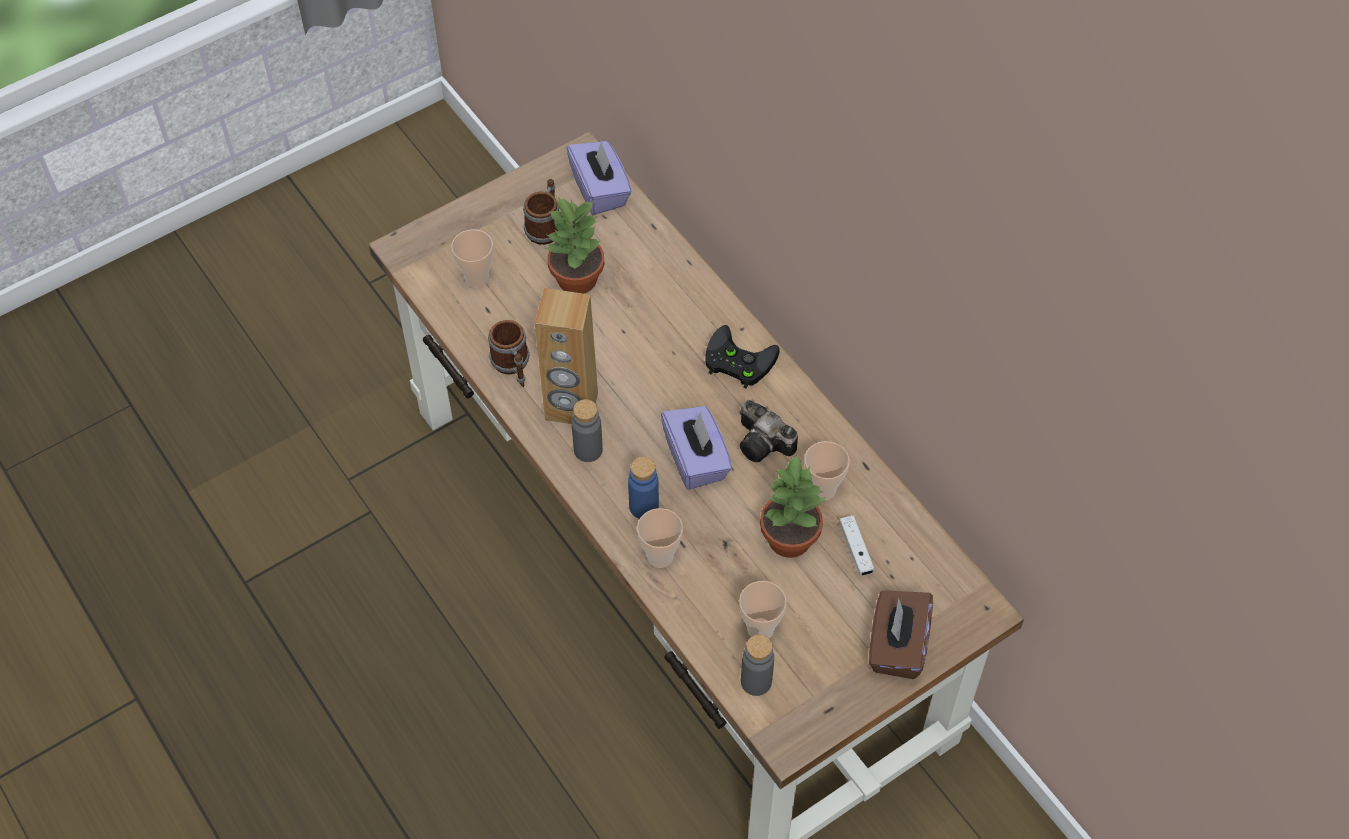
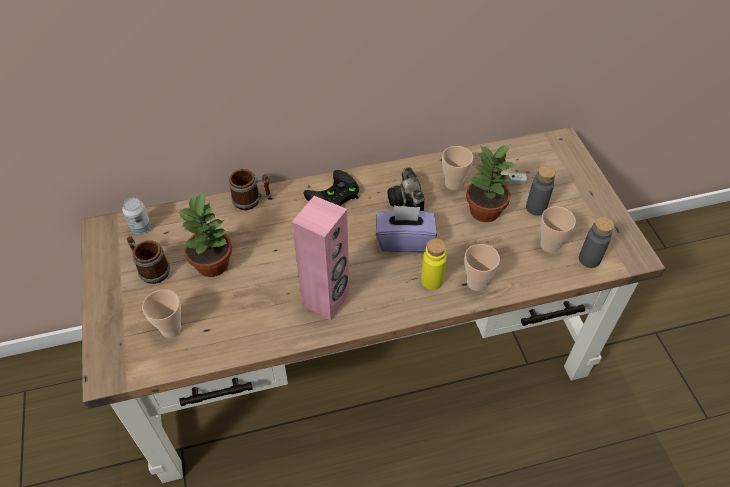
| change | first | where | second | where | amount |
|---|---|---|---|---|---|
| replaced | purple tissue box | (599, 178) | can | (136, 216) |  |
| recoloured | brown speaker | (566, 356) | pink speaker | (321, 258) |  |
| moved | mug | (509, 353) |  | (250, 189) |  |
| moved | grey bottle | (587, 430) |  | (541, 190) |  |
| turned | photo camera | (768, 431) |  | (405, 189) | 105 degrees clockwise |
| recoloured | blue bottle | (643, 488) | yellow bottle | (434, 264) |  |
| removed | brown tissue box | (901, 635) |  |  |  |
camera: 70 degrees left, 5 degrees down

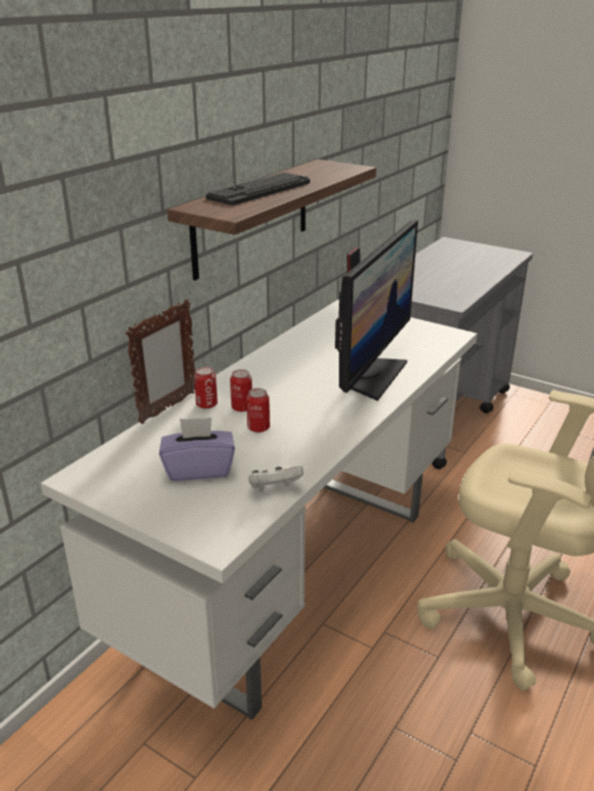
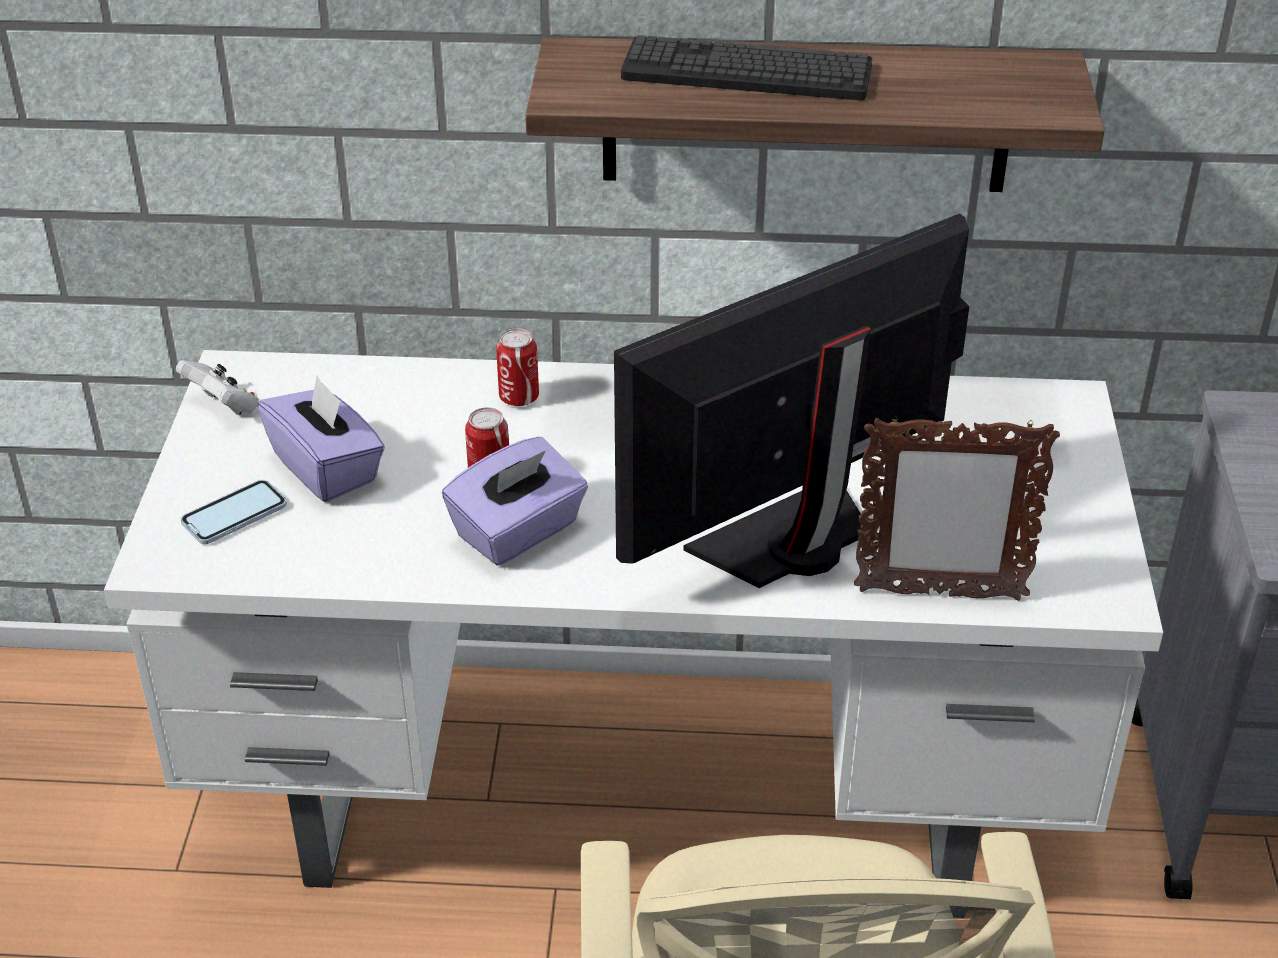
| change | first | where | second | where | amount |
|---|---|---|---|---|---|
| turned | monitor | (376, 310) |  | (791, 400) | 150 degrees clockwise |
| moved | picture frame | (161, 361) |  | (957, 508) |  |
| removed | can | (241, 390) |  |  |  |
| moved | white game controller | (276, 478) |  | (217, 387) |  |
| added |  |  | purple tissue box | (515, 501) |  |
| added |  |  | phone | (234, 512) |  |
camera: 60 degrees right, 10 degrees up

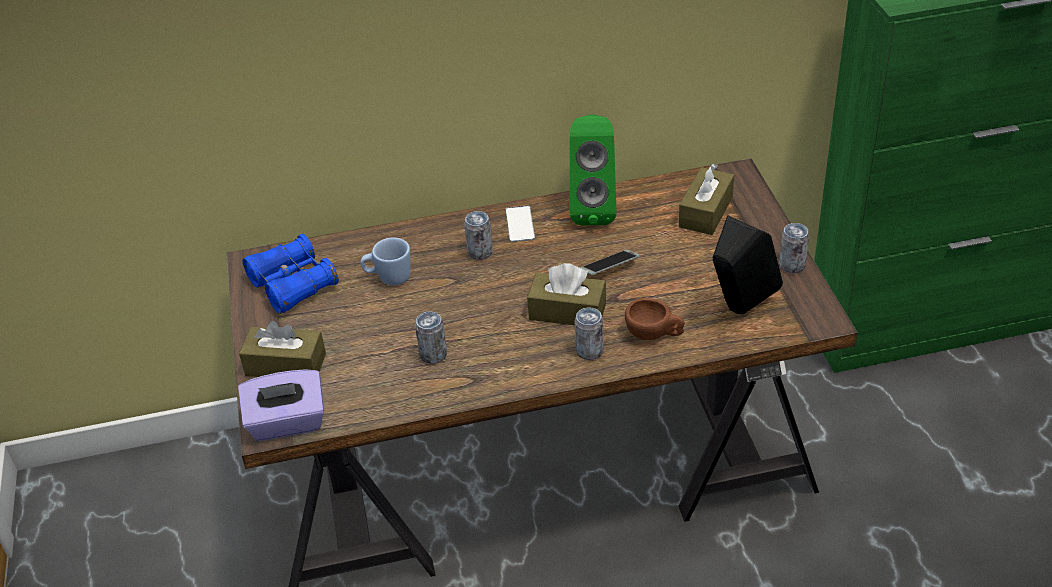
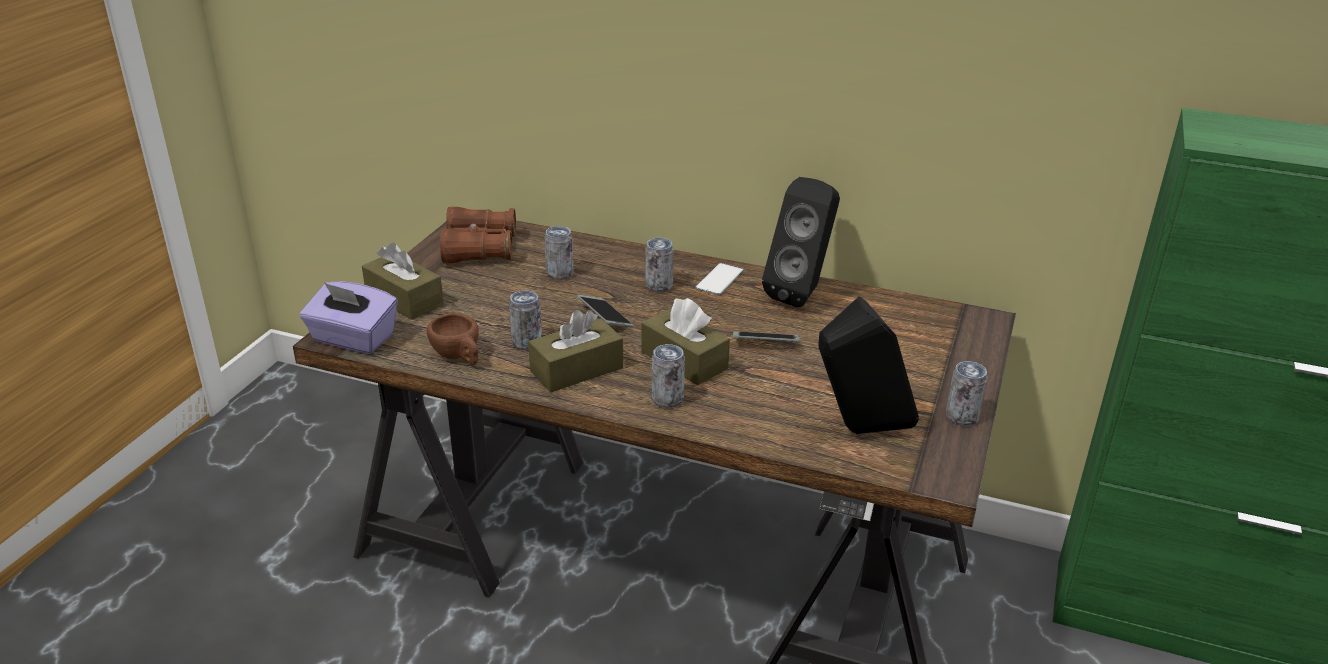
| change | first | where | second | where | amount |
|---|---|---|---|---|---|
| recoloured | green speaker | (593, 169) | black speaker | (801, 242) |  |
| moved | brown tissue box | (706, 199) |  | (575, 351) |  |
| recoloured | blue binoculars | (291, 274) | brown binoculars | (478, 235) |  |
| replaced | blue mug | (386, 261) | can | (559, 253) |  |
| moved | brown cup | (655, 319) |  | (453, 339) |  |
| added |  |  | phone | (605, 310) |  |
camera: 30 degrees right, 10 degrees down

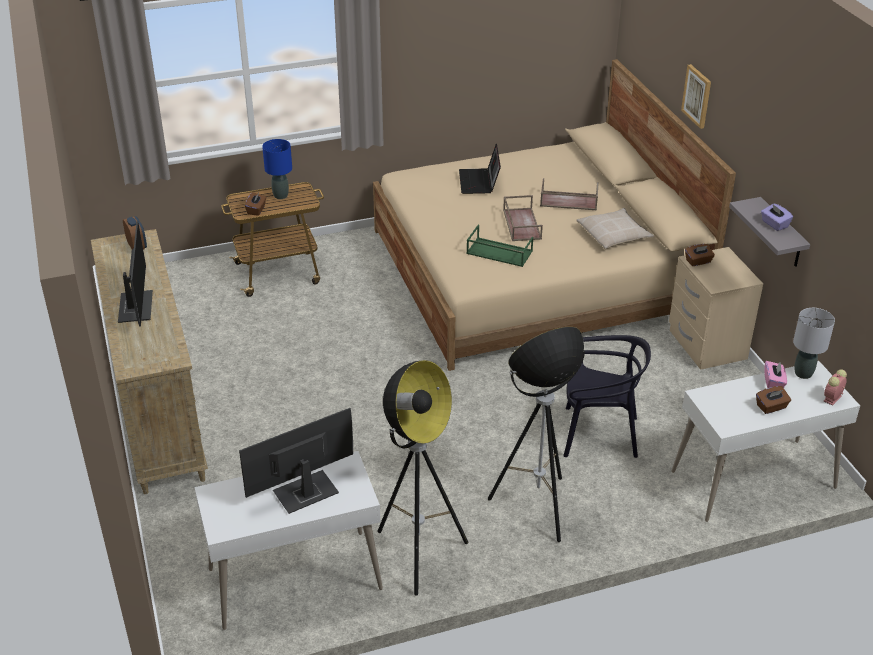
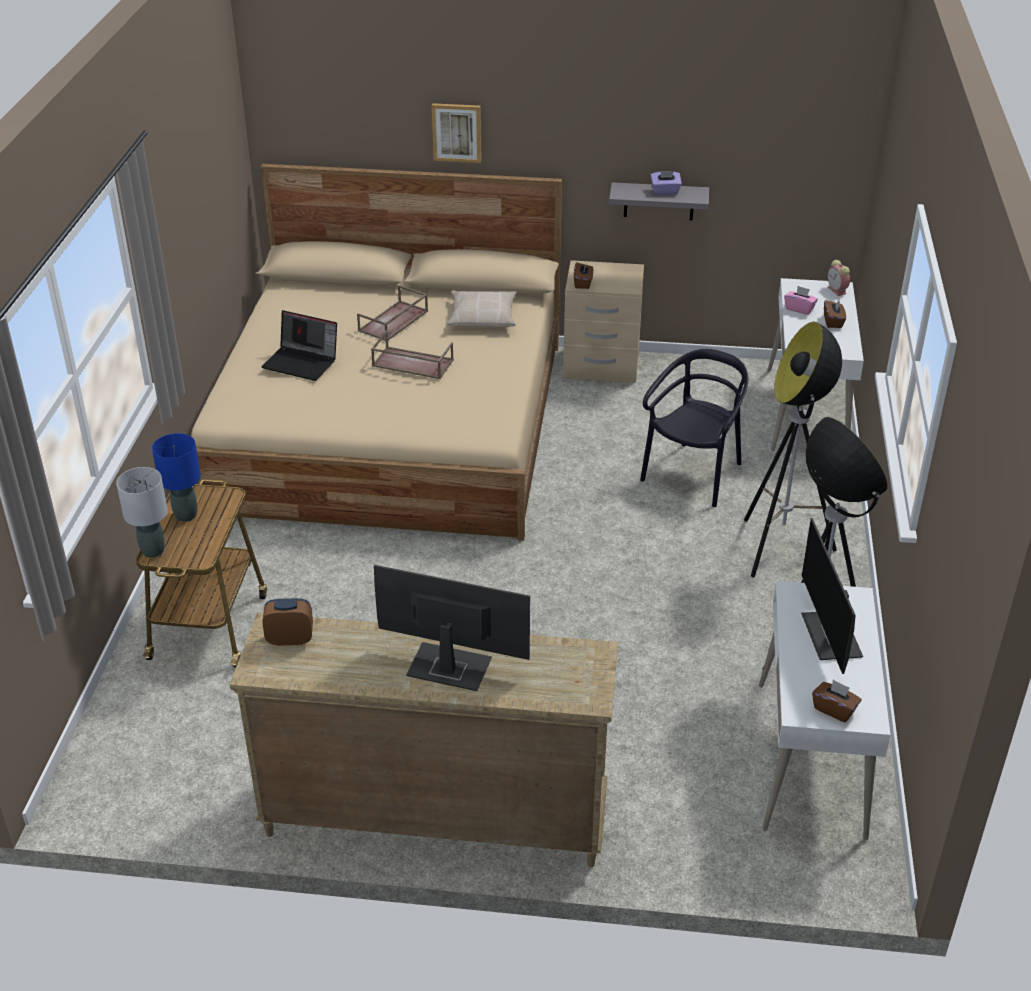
| change | first | where | second | where | amount |
|---|---|---|---|---|---|
| moved | brown tissue box | (255, 204) |  | (836, 700) |  |
| removed | green tray | (499, 246) |  |  |  |
| moved | grey table lamp | (814, 343) |  | (142, 512) |  |
camera: 65 degrees left, 0 degrees up

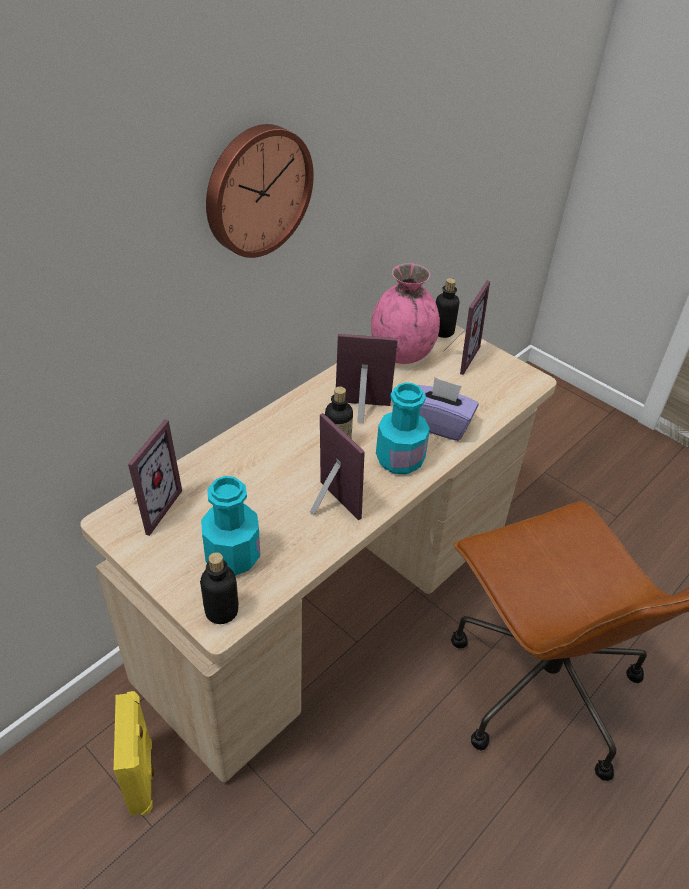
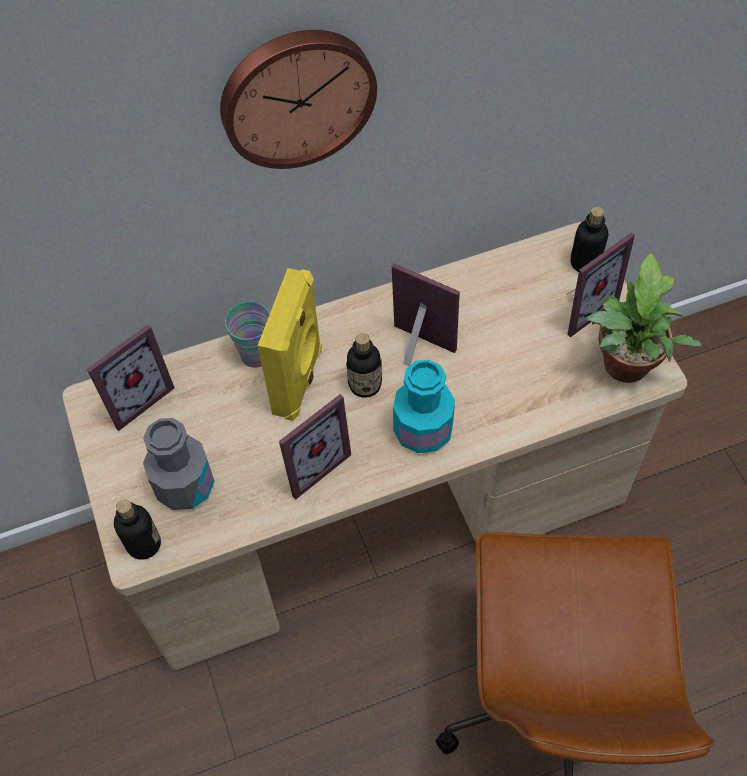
| change | first | where | second | where | amount |
|---|---|---|---|---|---|
| removed | pink vase | (405, 313) |  |  |  |
| removed | purple tissue box | (448, 409) |  |  |  |
| turned | picture frame | (337, 466) |  | (315, 447) | 60 degrees clockwise |
| recoloured | turquoise bottle | (230, 526) | grey bottle | (178, 464) |  |
| moved | yellow speaker | (134, 753) |  | (290, 344) |  |
| added |  |  | potted plant | (644, 317) |  |
| added |  |  | cup | (247, 335) |  |
camera: 30 degrees right, 15 degrees up

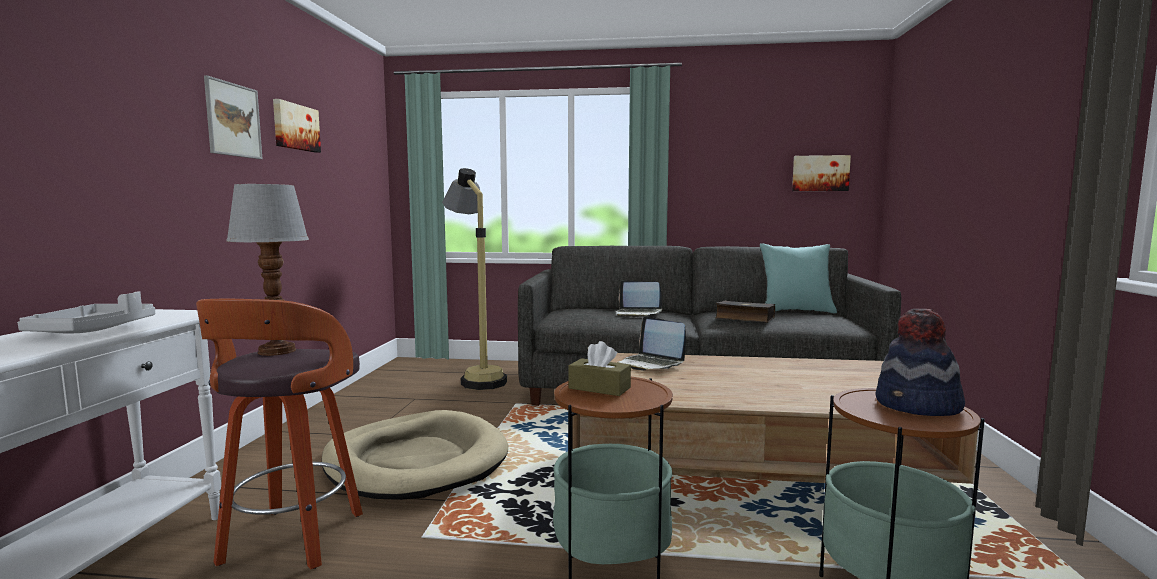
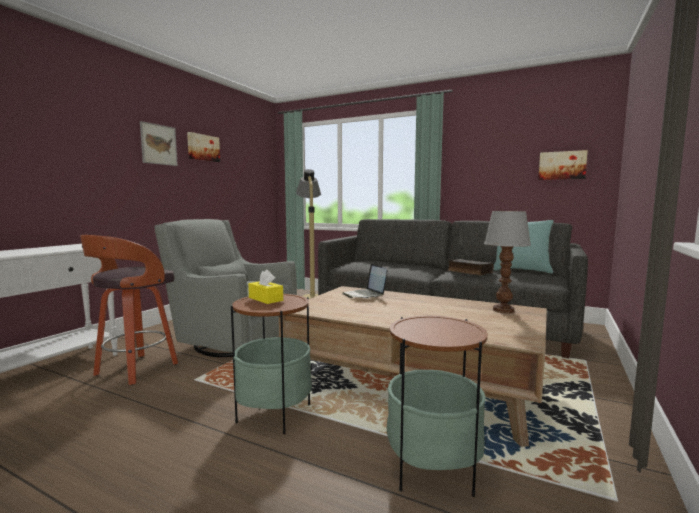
| change | first | where | second | where | amount |
|---|---|---|---|---|---|
| moved | table lamp | (267, 270) |  | (507, 262) |  |
| removed | laptop | (639, 298) |  |  |  |
| removed | grey tray | (86, 312) |  |  |  |
| removed | hat | (920, 362) |  |  |  |
| recoloured | brown tissue box | (600, 368) | yellow tissue box | (265, 287) |  |
| replaced | beige dog bed | (415, 455) | grey armchair | (226, 288) |  |
camera: 20 degrees right, 0 degrees up

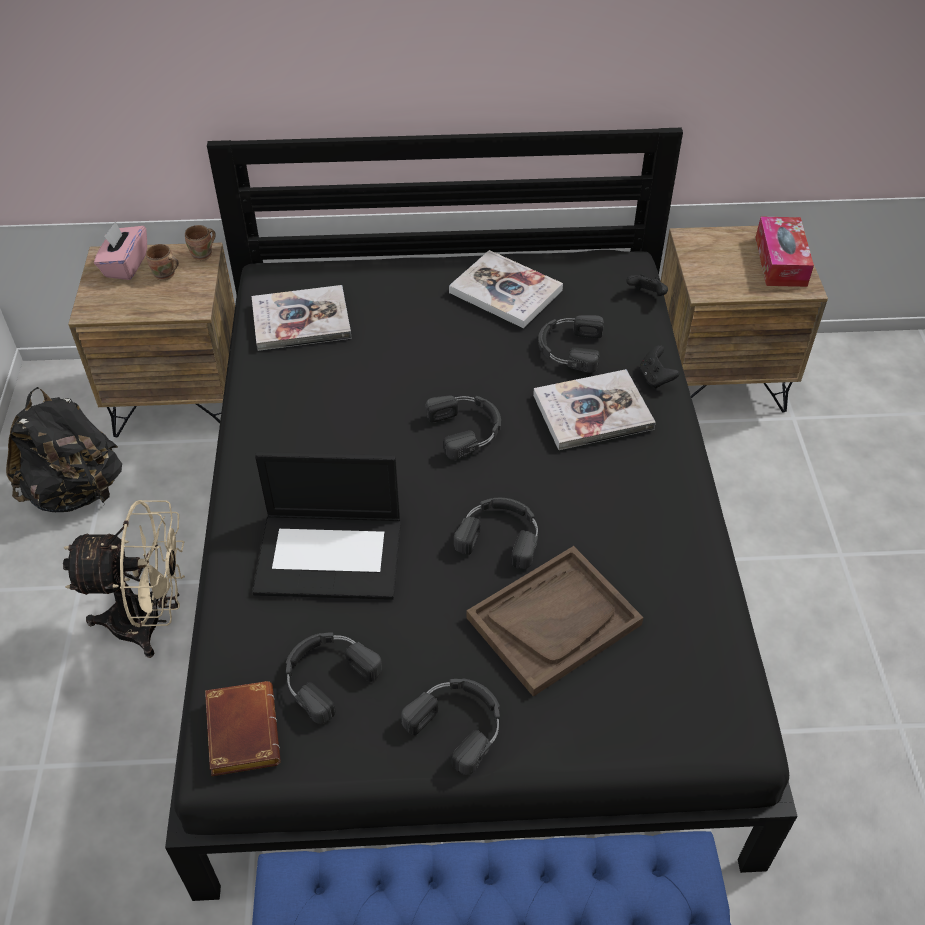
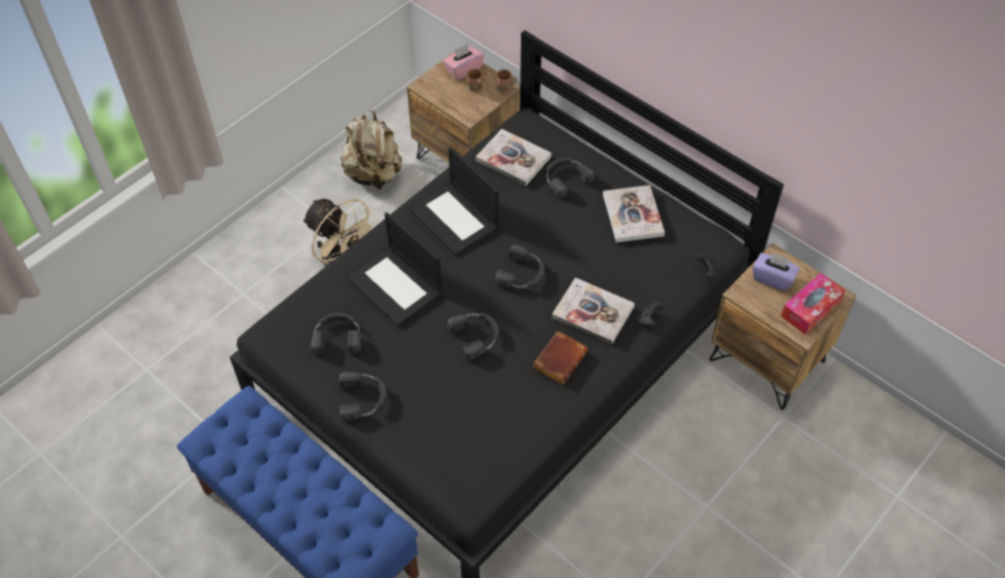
| change | first | where | second | where | amount |
|---|---|---|---|---|---|
| moved | black headphones | (571, 344) |  | (570, 178) |  |
| recoloured | black backpack | (64, 449) | beige backpack | (371, 150) |  |
| removed | brown tray | (555, 621) |  |  |  |
| moved | brown book | (243, 728) |  | (560, 358) |  |
| added |  |  | laptop | (454, 201) |  |
| added |  |  | purple tissue box | (776, 271) |  |
camera: 45 degrees right, 5 degrees up

